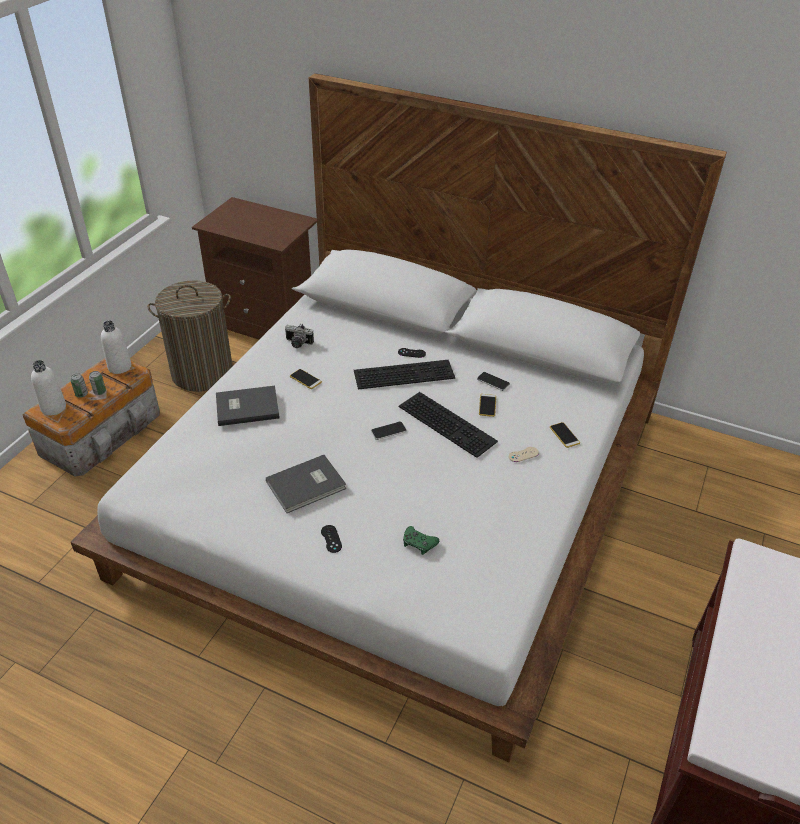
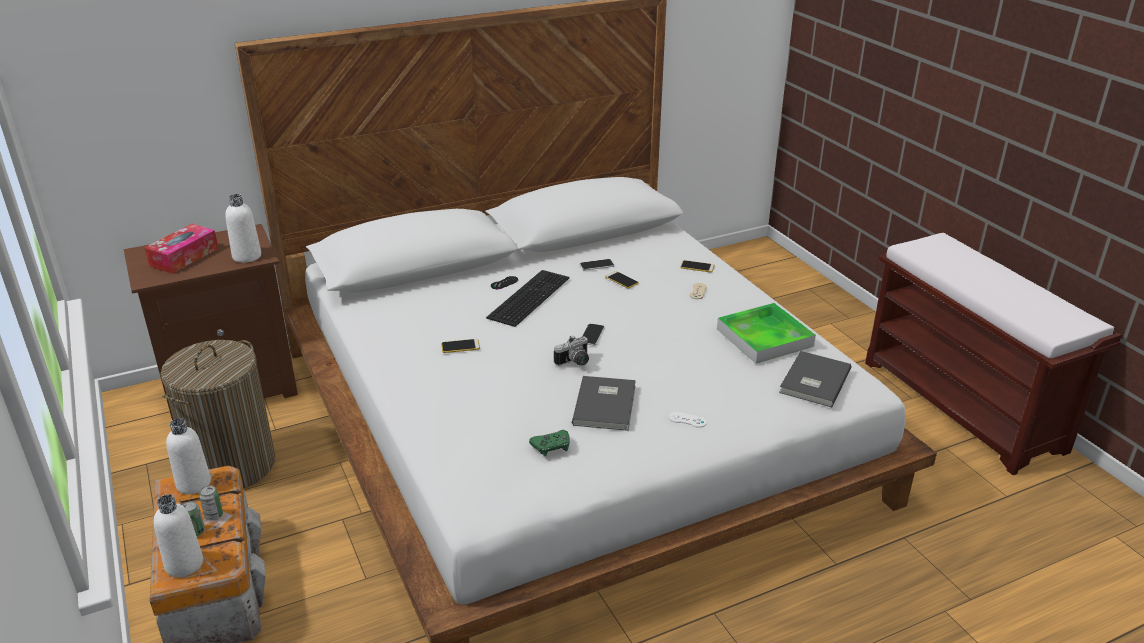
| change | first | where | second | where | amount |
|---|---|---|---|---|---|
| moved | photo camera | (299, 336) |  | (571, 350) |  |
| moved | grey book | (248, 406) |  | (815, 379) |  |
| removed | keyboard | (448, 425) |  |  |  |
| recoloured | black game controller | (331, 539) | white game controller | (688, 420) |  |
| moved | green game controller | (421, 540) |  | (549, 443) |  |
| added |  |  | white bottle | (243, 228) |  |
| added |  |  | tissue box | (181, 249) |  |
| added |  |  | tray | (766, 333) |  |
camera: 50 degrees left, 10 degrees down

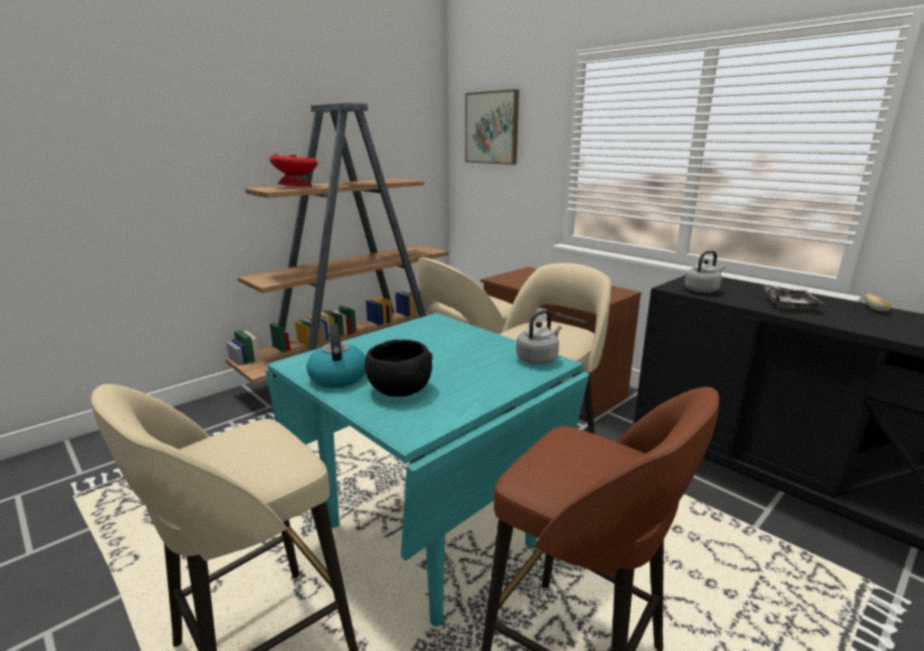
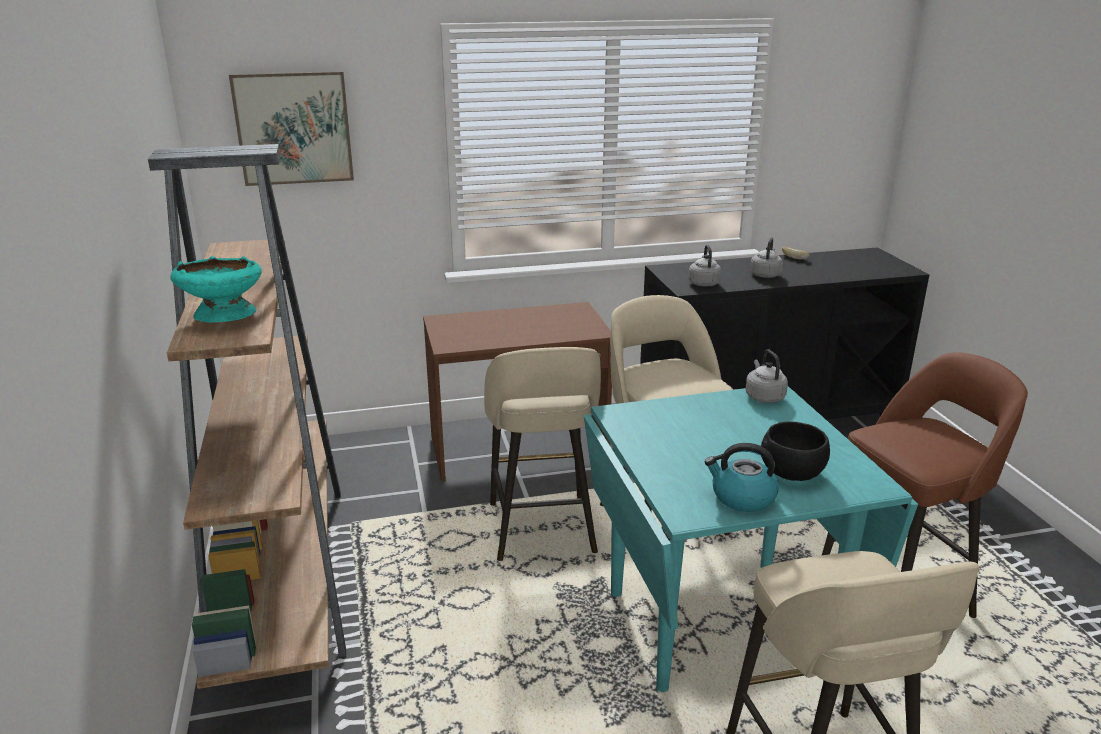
| change | first | where | second | where | amount |
|---|---|---|---|---|---|
| recoloured | red bowl | (294, 170) | turquoise bowl | (216, 289) |  |
| replaced | grey tray | (794, 298) | grey kettle | (766, 257) |  |
camera: 60 degrees left, 5 degrees up

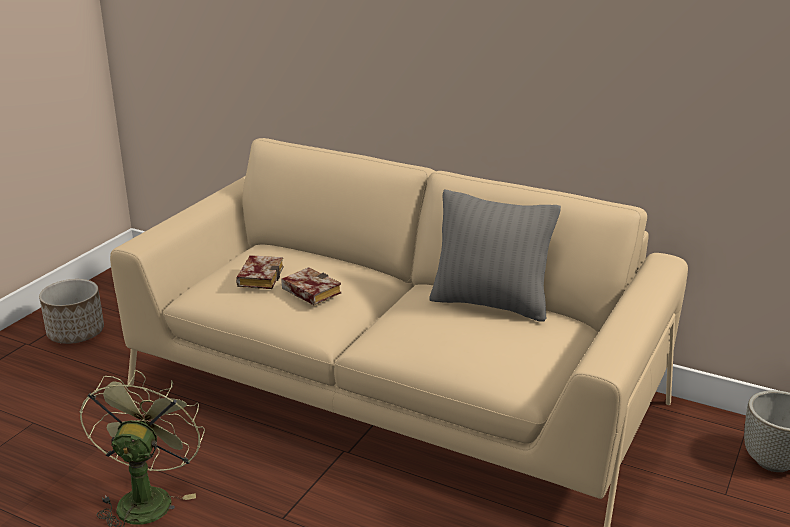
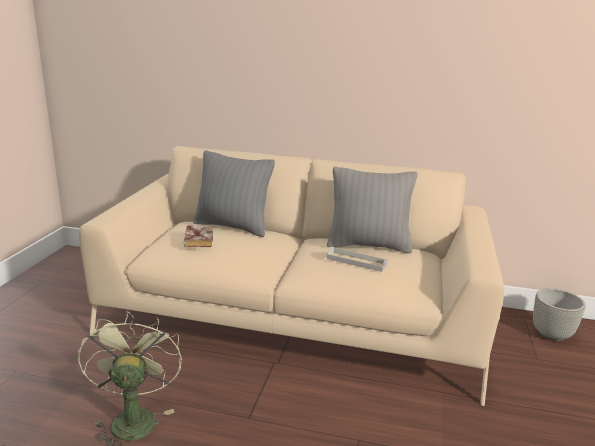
| change | first | where | second | where | amount |
|---|---|---|---|---|---|
| removed | book | (311, 286) |  |  |  |
| removed | planter | (71, 311) |  |  |  |
| added |  |  | grey pillow | (234, 193) |  |
| added |  |  | grey tray | (357, 259) |  |
camera: 15 degrees left, 5 degrees down

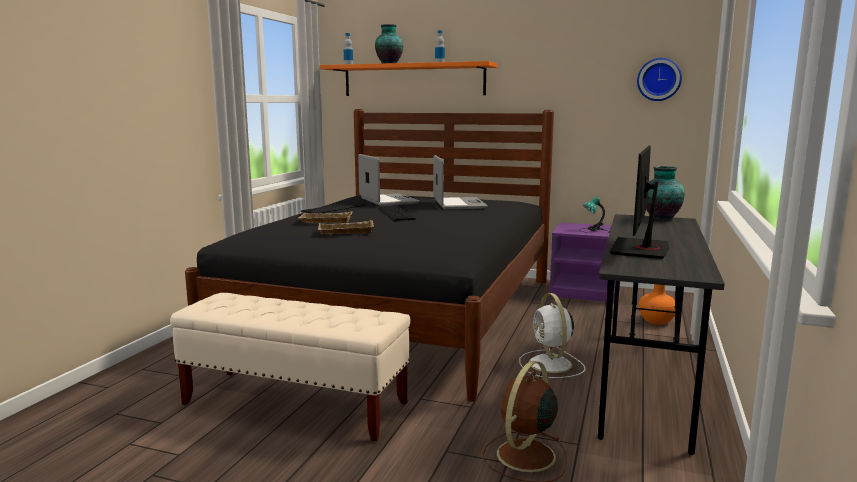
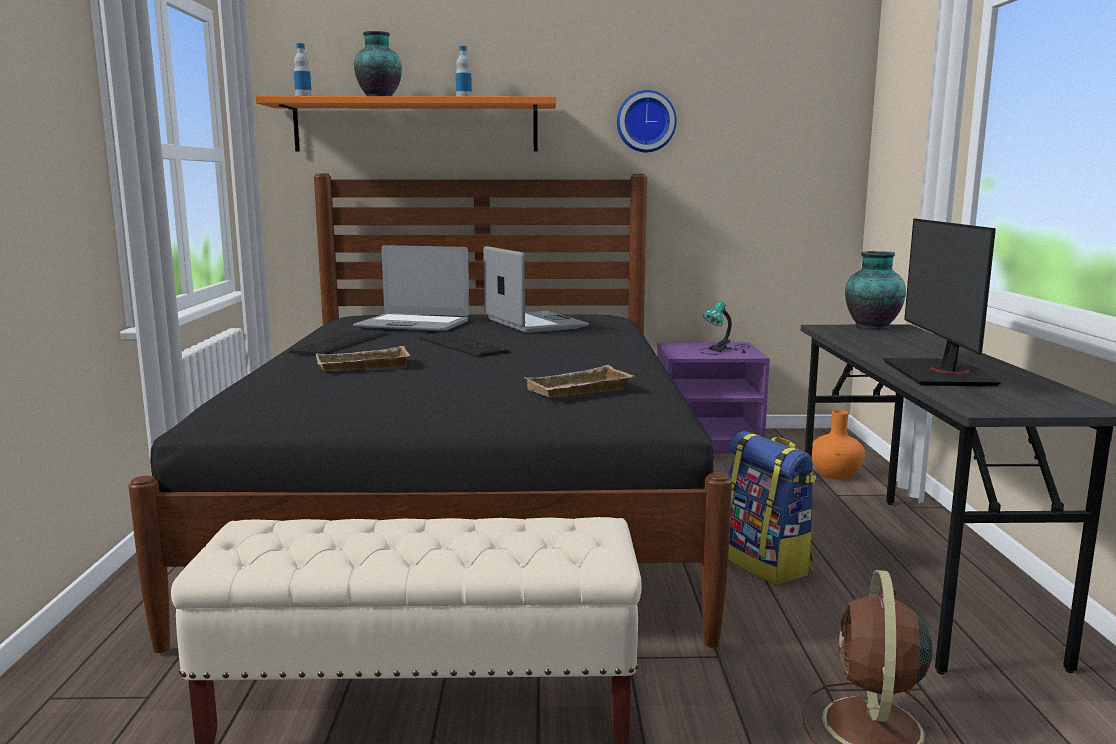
| change | first | where | second | where | amount |
|---|---|---|---|---|---|
| moved | wall clock | (659, 79) |  | (647, 121) |  |
| turned | laptop | (389, 180) |  | (411, 288) | 150 degrees clockwise |
| moved | beige tray | (346, 227) |  | (579, 381) |  |
| replaced | white fan | (552, 335) | backpack | (772, 507) |  |
camera: 20 degrees left, 0 degrees up

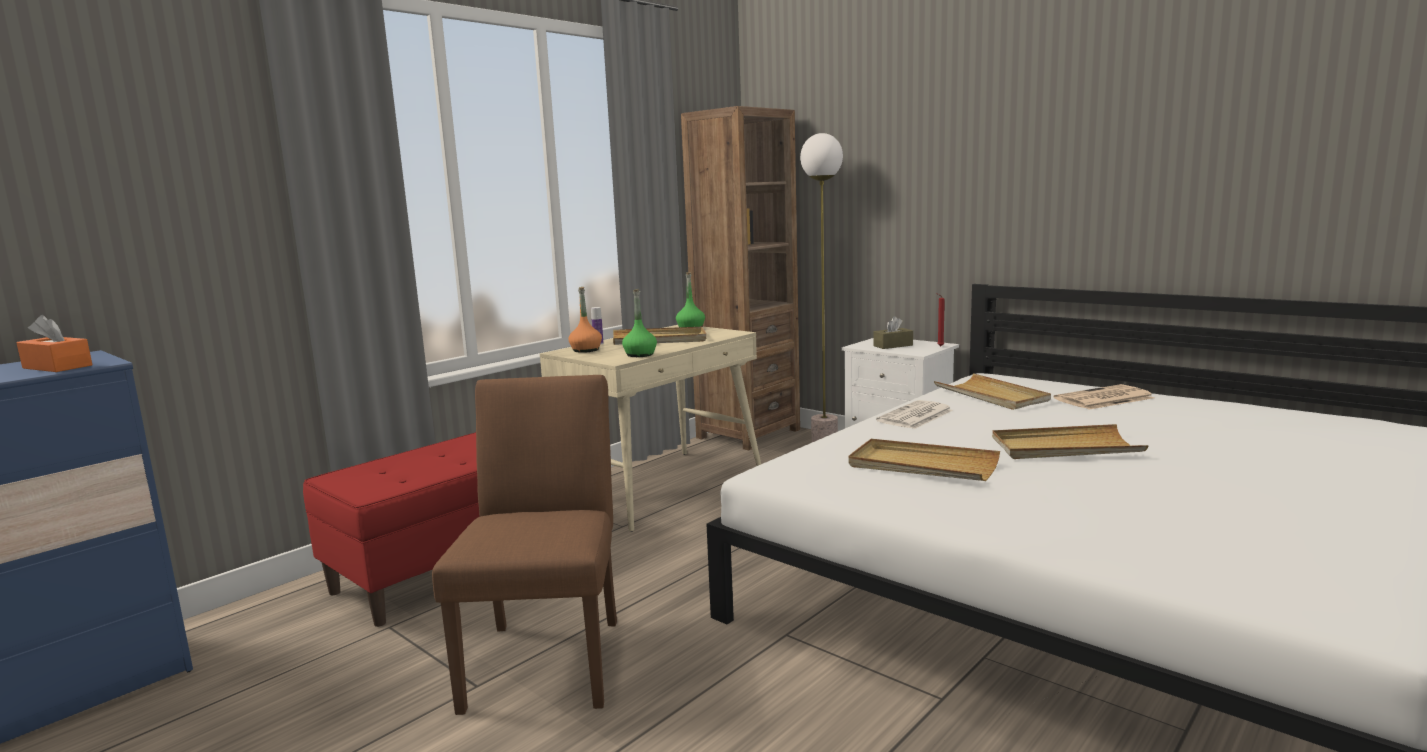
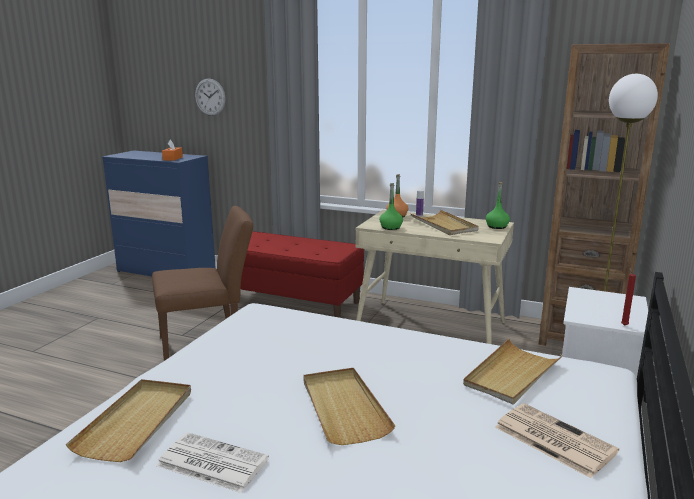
| change | first | where | second | where | amount |
|---|---|---|---|---|---|
| removed | brown tissue box | (893, 332) |  |  |  |
| moved | newspaper | (914, 414) |  | (212, 463) |  |
| moved | beige tray | (924, 460) |  | (128, 420) |  |
| added |  |  | wall clock | (210, 97) |  |
camera: 70 degrees right, 5 degrees up

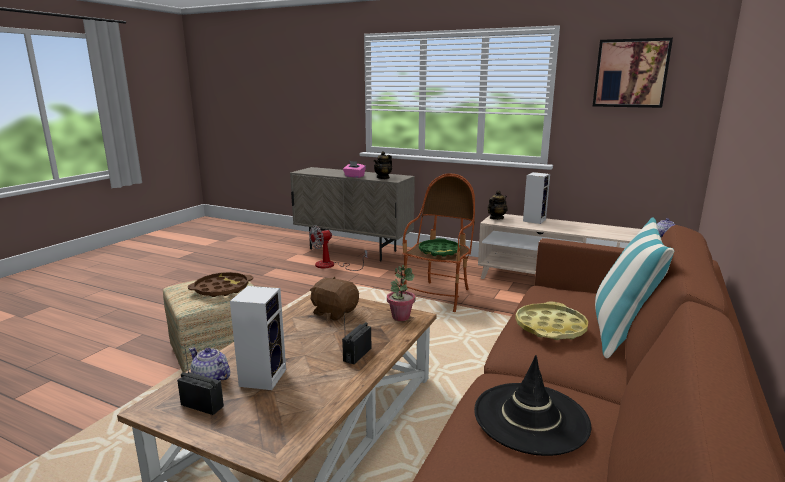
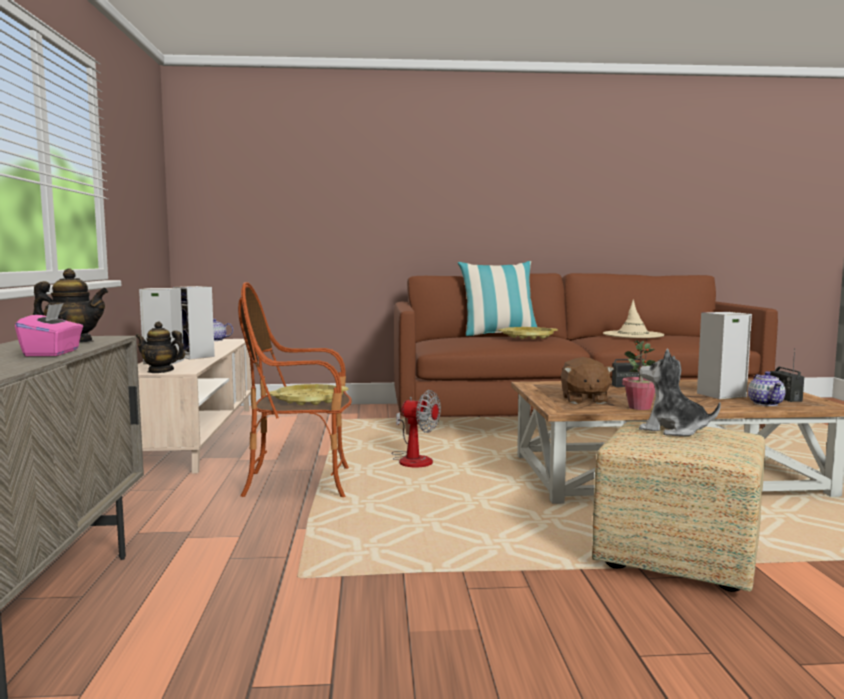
| change | first | where | second | where | amount |
|---|---|---|---|---|---|
| removed | picture | (633, 73) |  |  |  |
| moved | fan | (338, 248) |  | (416, 428) |  |
| recoloured | green tray | (439, 247) | yellow tray | (308, 394) |  |
| moved | potted plant | (401, 293) |  | (638, 375) |  |
| replaced | brown tray | (220, 284) | plush toy | (680, 392) |  |
| recoloured | black hat | (532, 405) | beige hat | (633, 319) |  |
| added |  |  | speaker | (194, 323) |  |
camera: 120 degrees left, 10 degrees down

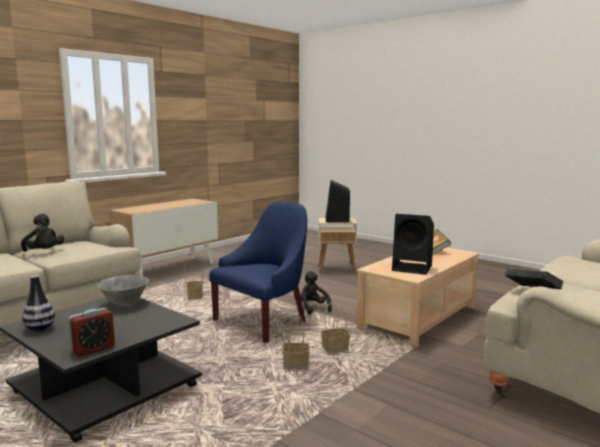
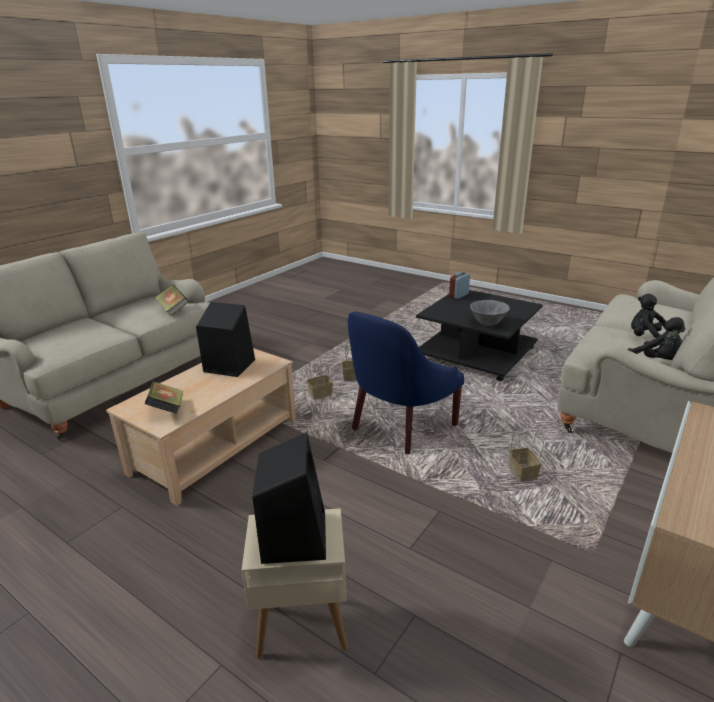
| change | first | where | second | where | amount |
|---|---|---|---|---|---|
| moved | black plush toy | (313, 292) |  | (656, 338) |  |
| removed | vase | (38, 303) |  |  |  |
camera: 175 degrees right, 15 degrees up

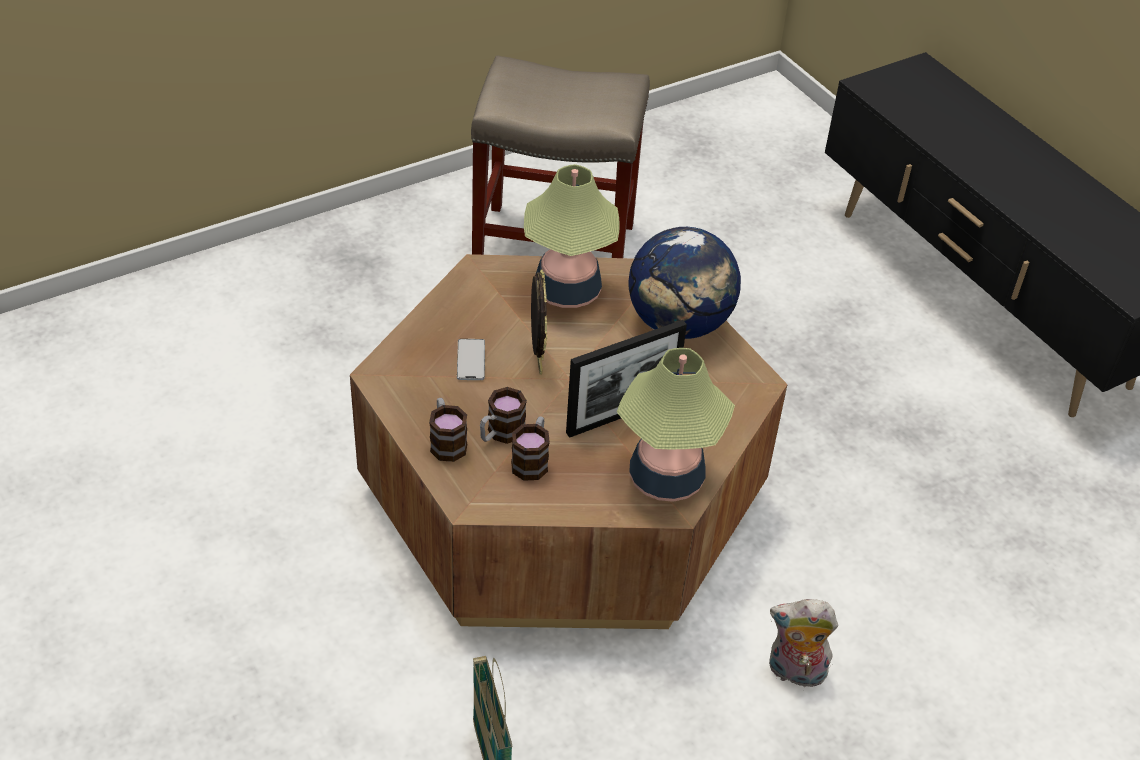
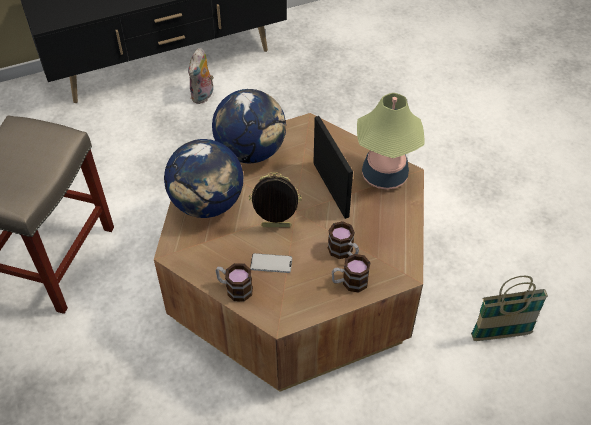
| change | first | where | second | where | amount |
|---|---|---|---|---|---|
| replaced | table lamp | (572, 236) | globe | (203, 178) |  |
| moved | mug | (530, 448) |  | (234, 282) |  |
| moved | plush toy | (803, 643) |  | (201, 76) |  |
camera: 80 degrees left, 5 degrees up

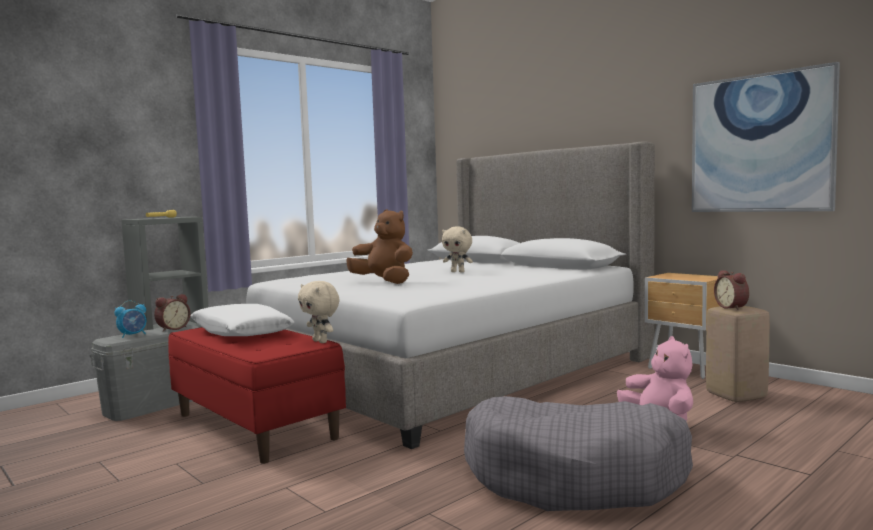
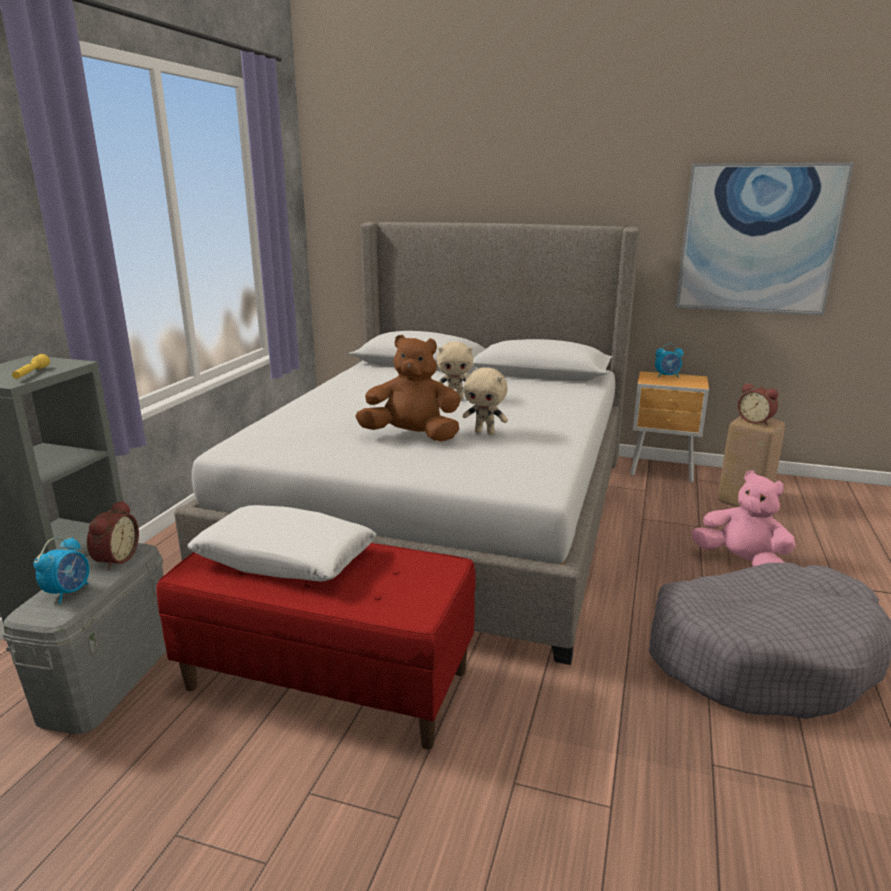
| change | first | where | second | where | amount |
|---|---|---|---|---|---|
| moved | beige plush toy | (319, 312) |  | (485, 401) |  |
| added |  |  | alarm clock | (669, 360) |  |
camera: 30 degrees left, 15 degrees up

